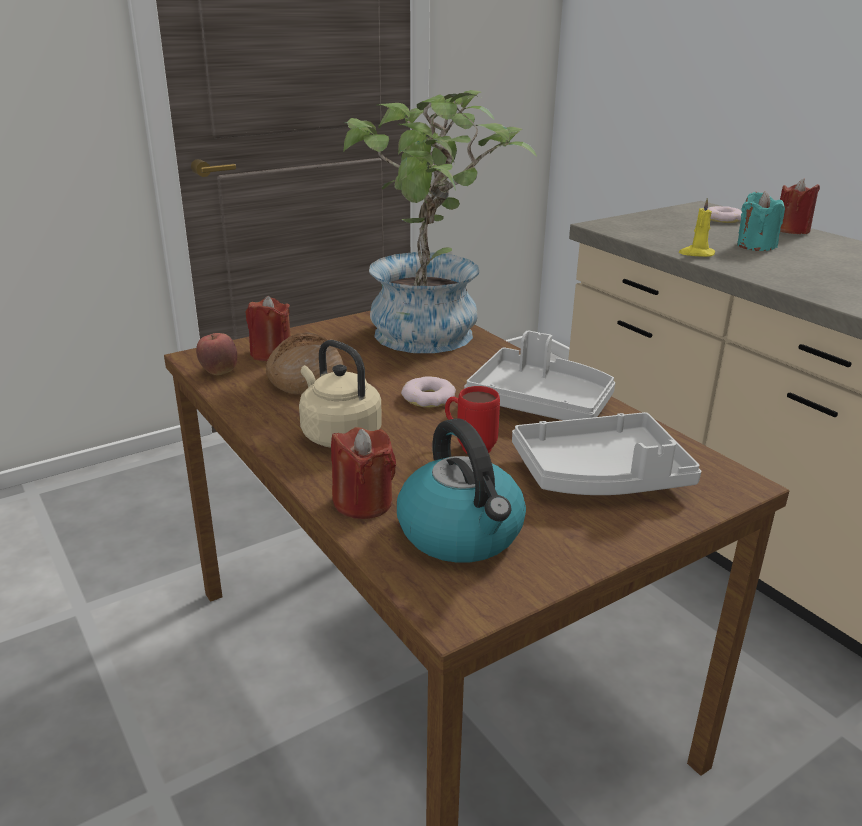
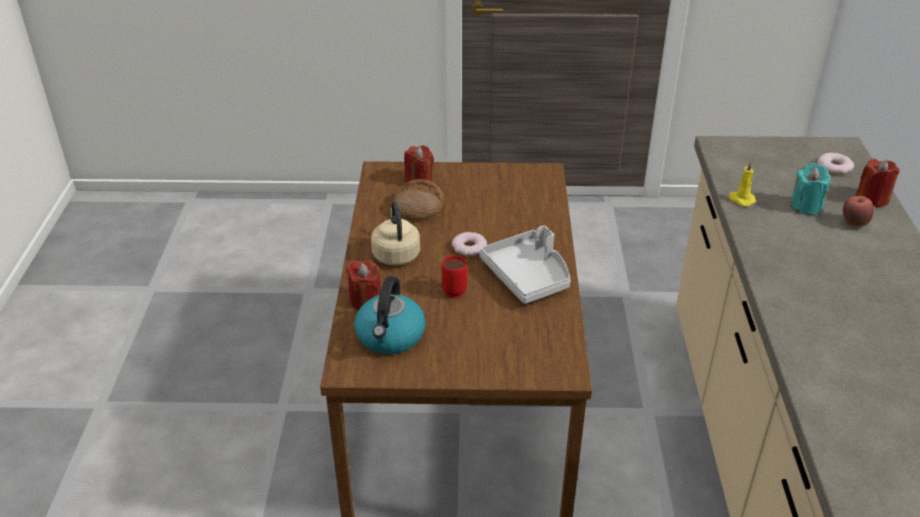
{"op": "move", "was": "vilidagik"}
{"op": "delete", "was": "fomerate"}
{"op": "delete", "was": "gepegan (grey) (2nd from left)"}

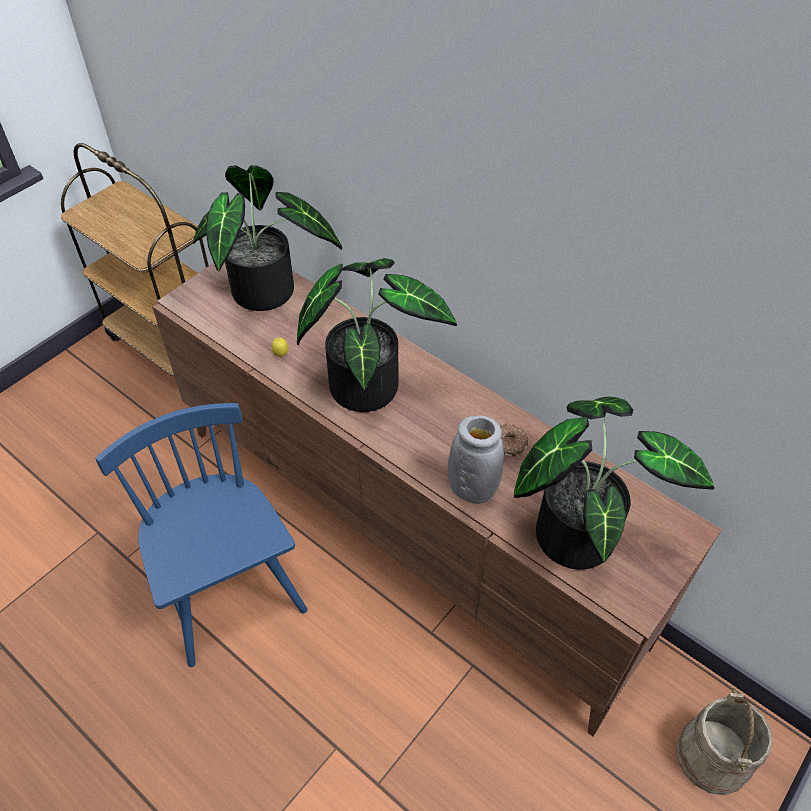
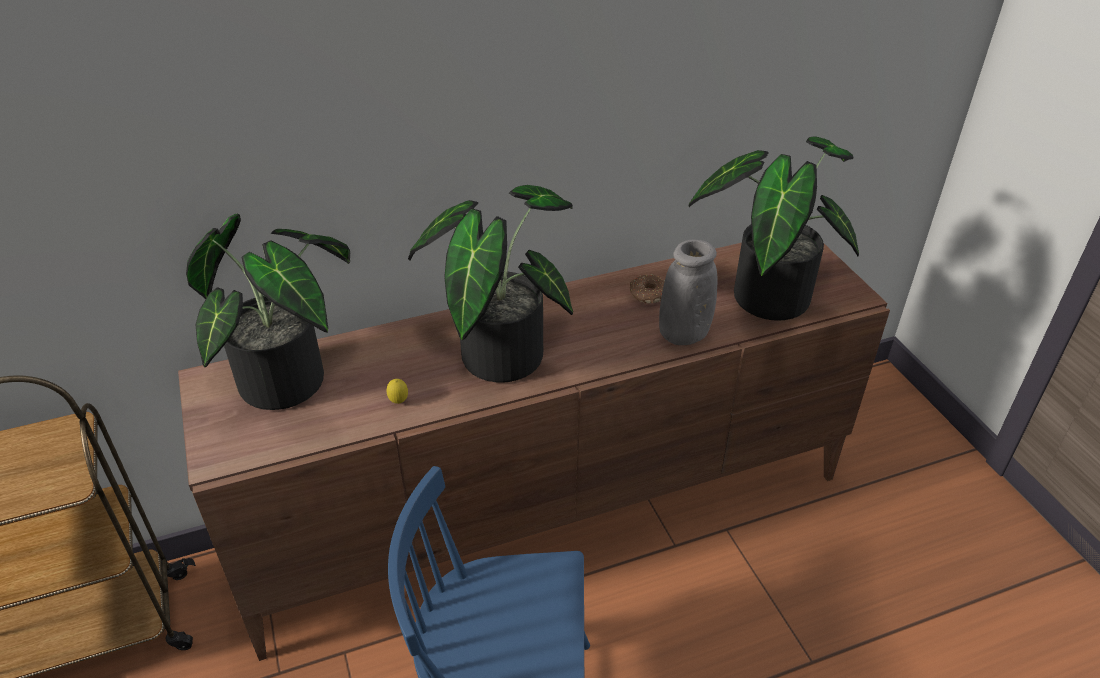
{"op": "delete", "was": "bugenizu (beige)"}

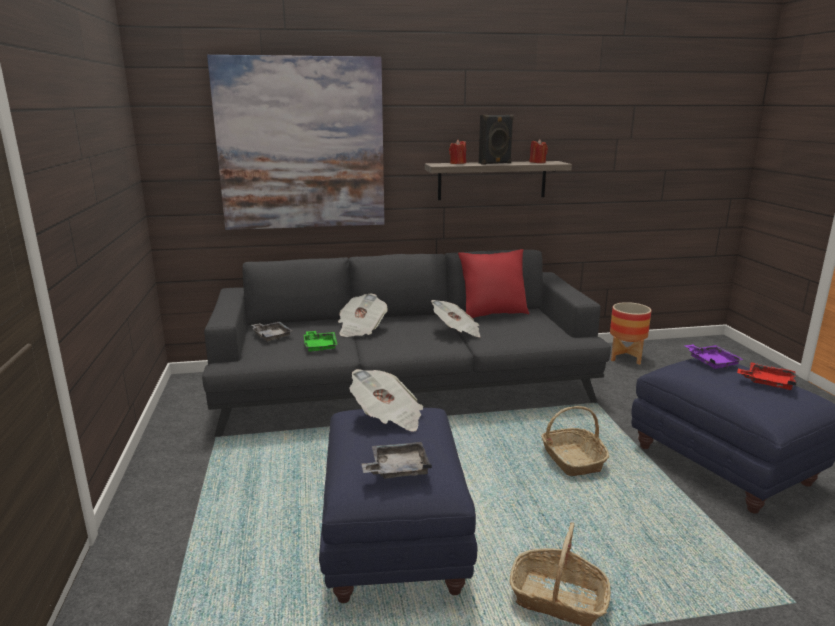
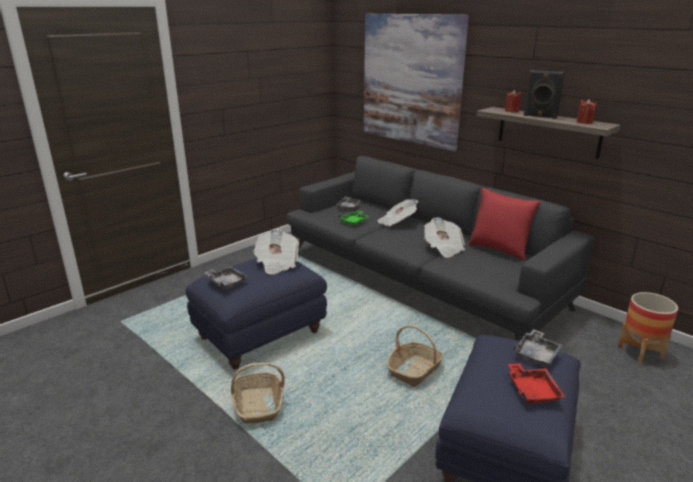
{"op": "recolor", "was": "gepegan (purple)", "now": "gepegan (grey) (3rd from left)"}

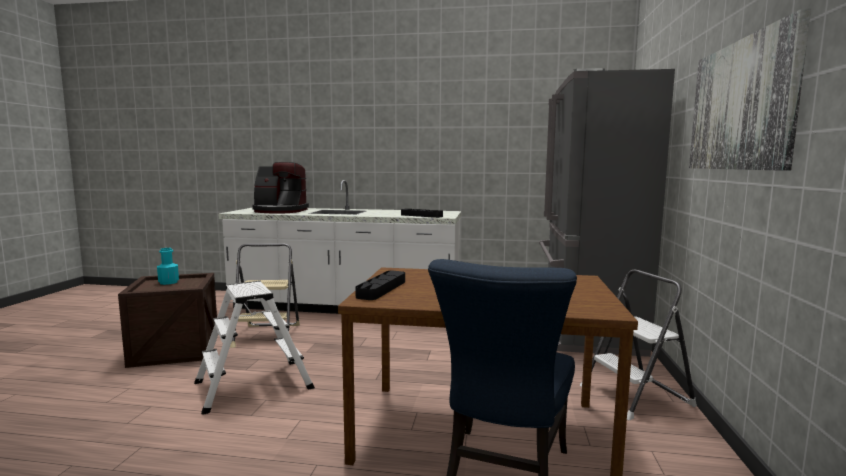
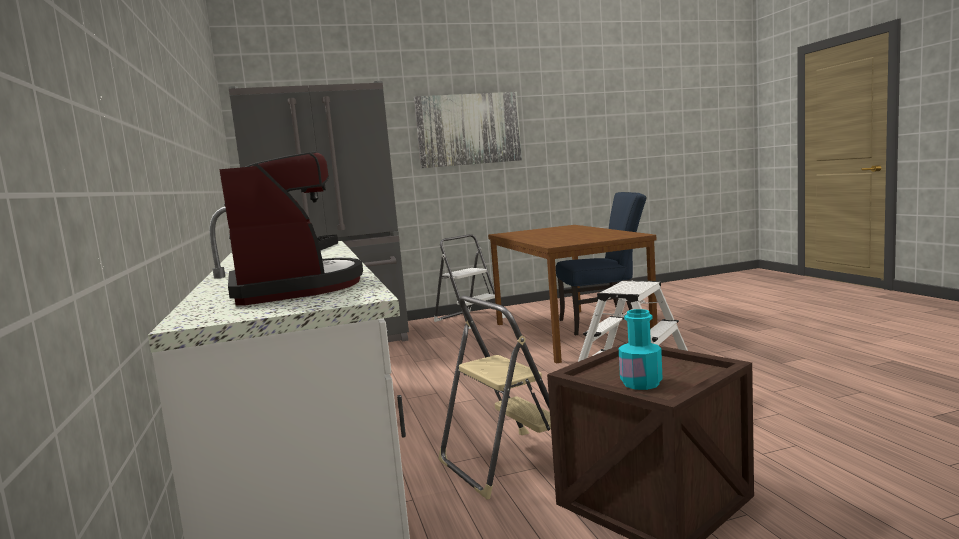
{"op": "delete", "was": "gepegan (black) (1st from left)"}

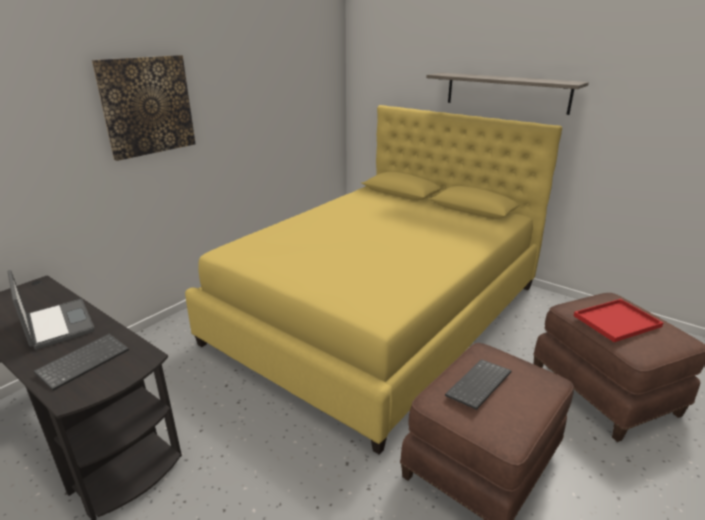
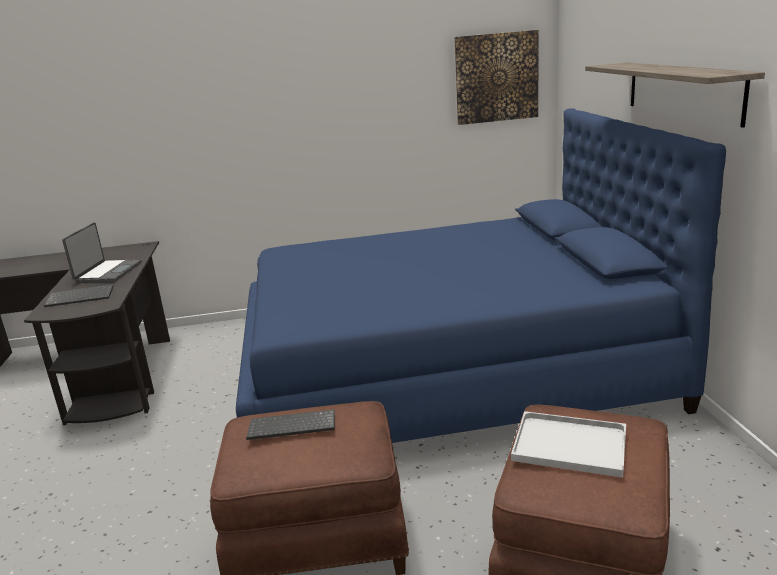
{"op": "recolor", "was": "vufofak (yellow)", "now": "vufofak (blue)"}
{"op": "move", "was": "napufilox"}
{"op": "recolor", "was": "gepegan (red)", "now": "gepegan (white)"}

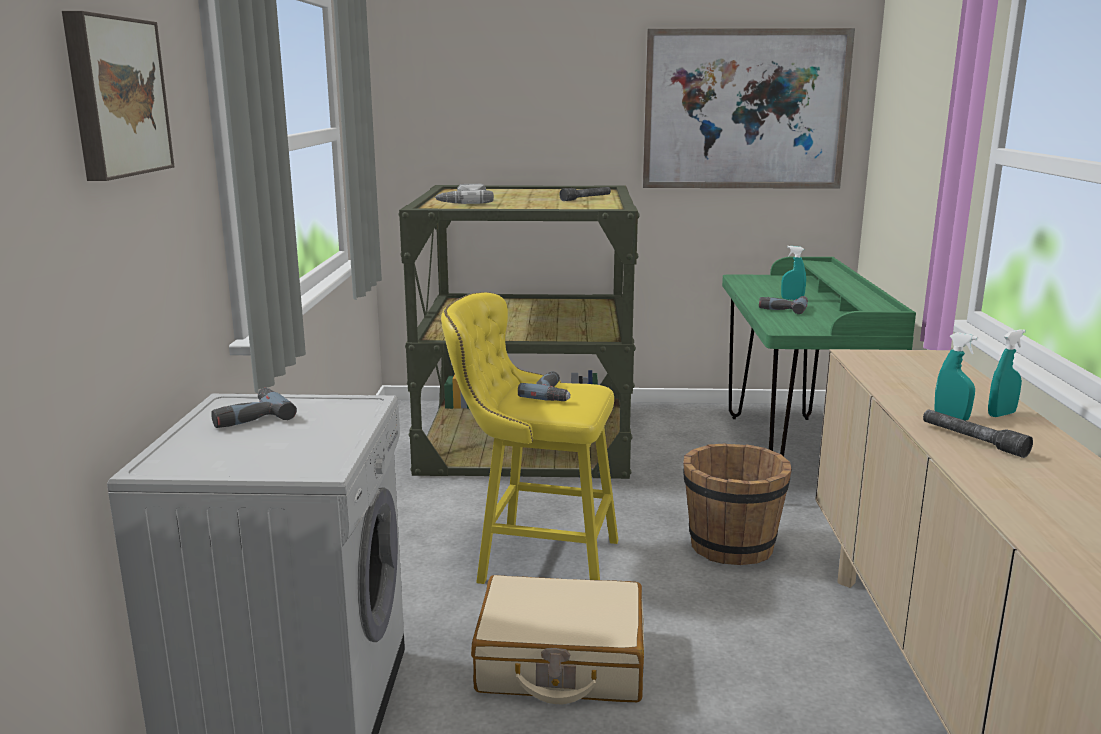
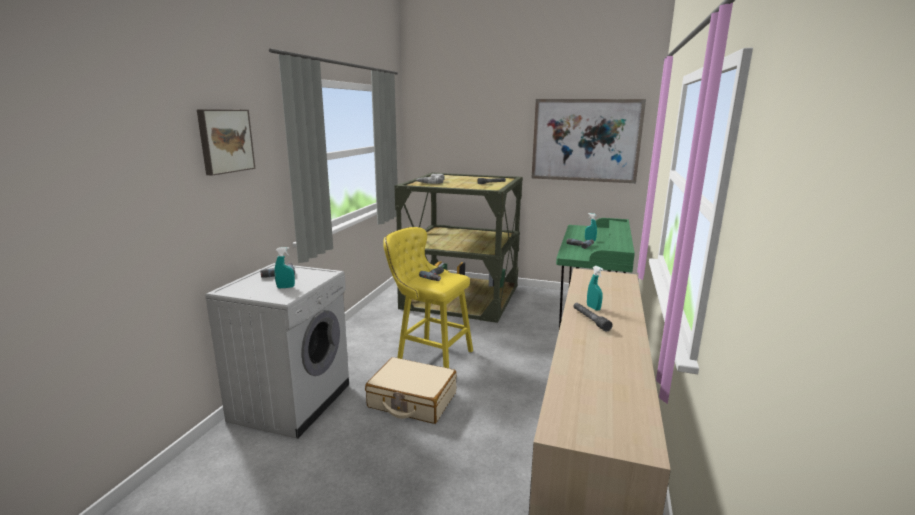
{"op": "move", "was": "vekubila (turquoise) (3rd from left in the first image)", "now": "vekubila (turquoise) (1st from left)"}
{"op": "delete", "was": "bugenizu (brown)"}

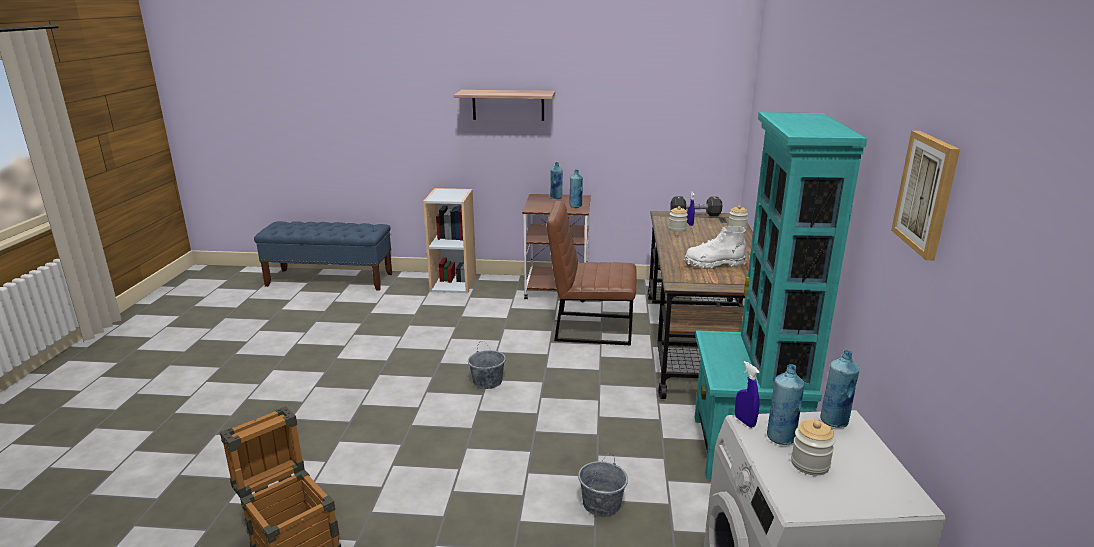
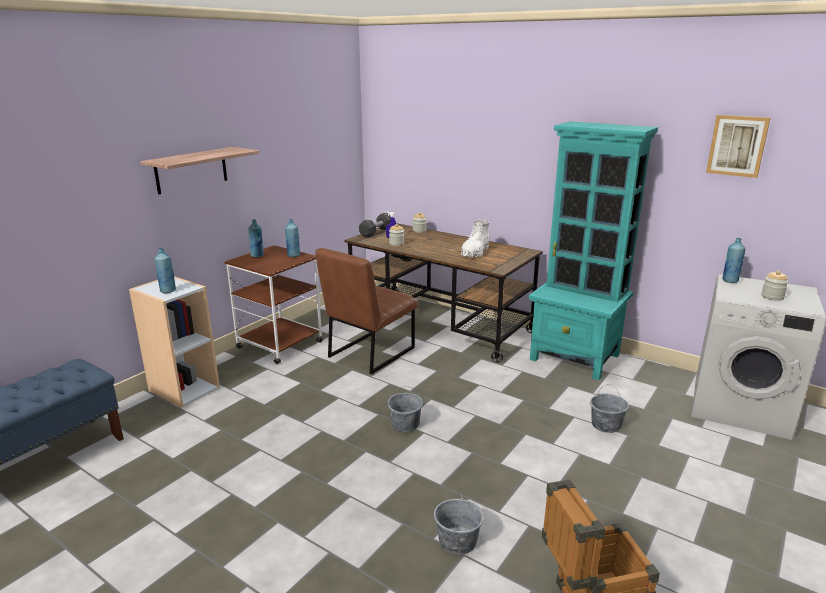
{"op": "move", "was": "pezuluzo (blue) (3rd from left in the first image)", "now": "pezuluzo (blue) (1st from left)"}
{"op": "insert", "now": "bugenizu (grey) (2nd from left)"}
{"op": "delete", "was": "vekubila (blue) (2nd from left)"}

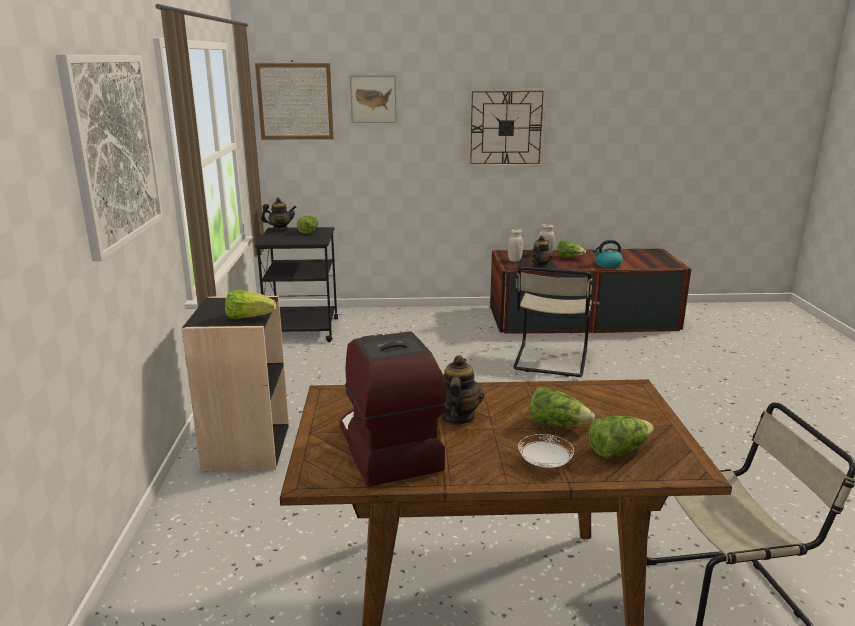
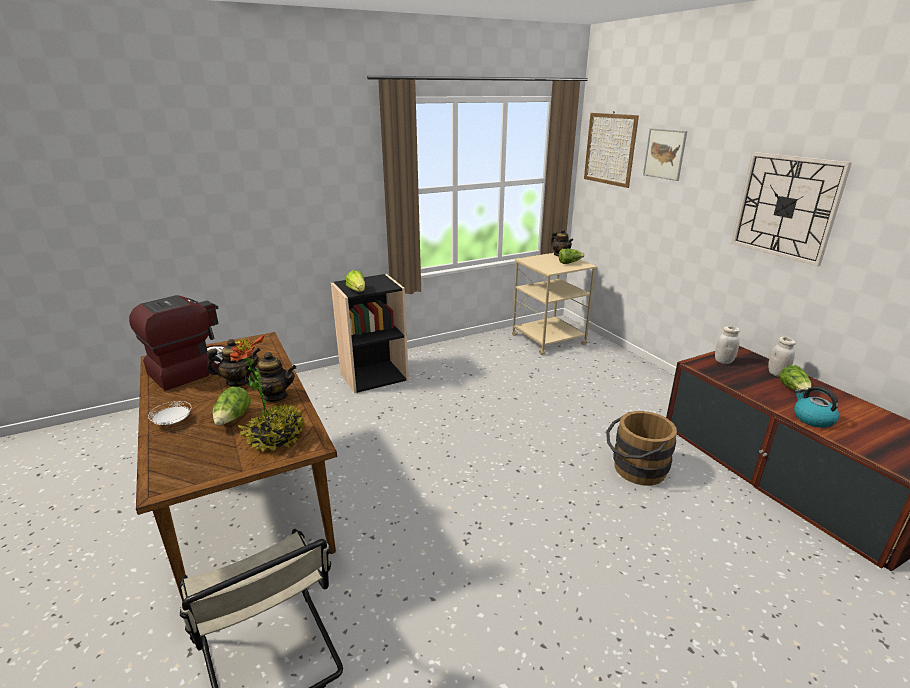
{"op": "insert", "now": "fomerate"}
{"op": "move", "was": "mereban (3rd from left in the first image)", "now": "mereban (2nd from left)"}
{"op": "recolor", "was": "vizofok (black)", "now": "vizofok (beige)"}
{"op": "replace", "was": "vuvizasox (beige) (1st from left)", "now": "bugenizu (brown)"}
{"op": "delete", "was": "napufilox (1st from left)"}
{"op": "delete", "was": "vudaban (5th from left)"}

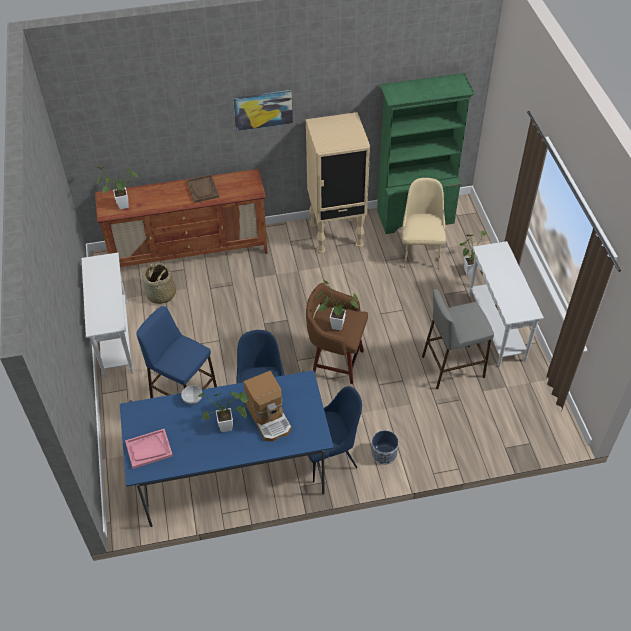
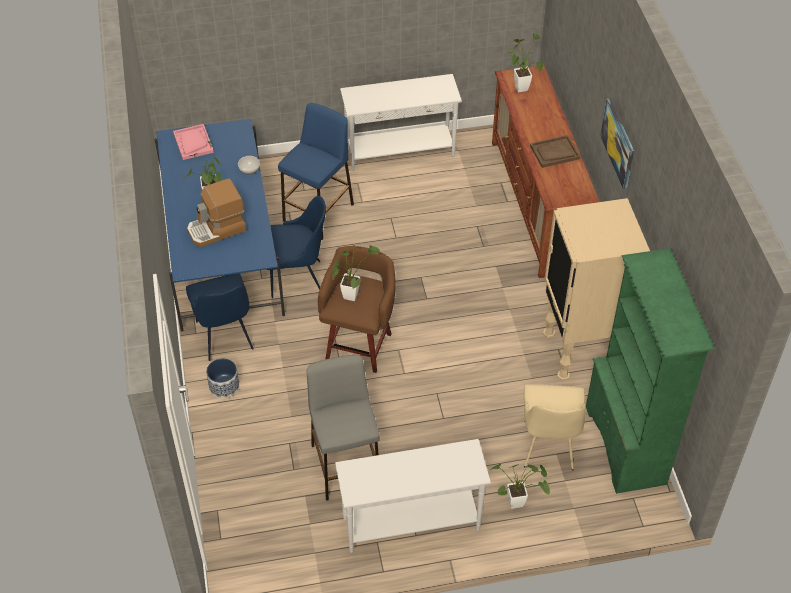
{"op": "rotate", "was": "vuvizasox (beige)", "clockwise": 90}
{"op": "delete", "was": "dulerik"}

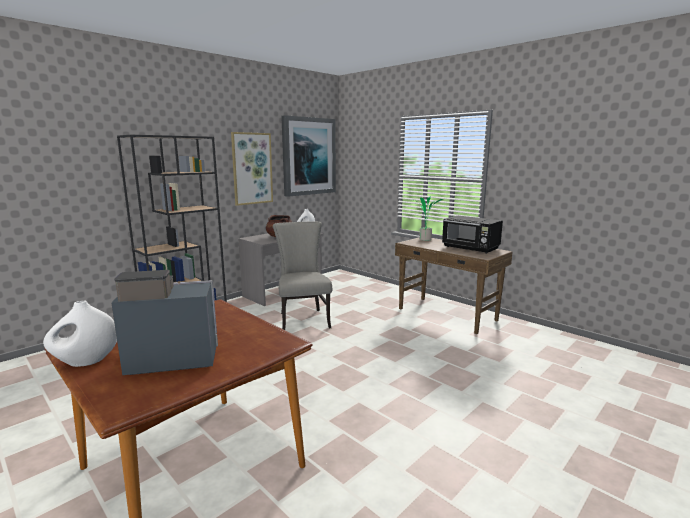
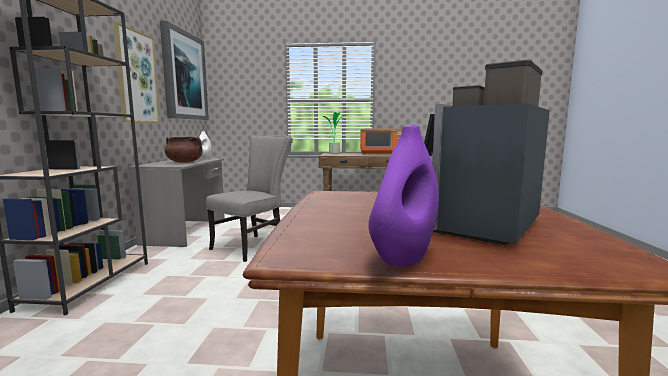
{"op": "rotate", "was": "vuvizasox (grey)", "clockwise": 90}
{"op": "recolor", "was": "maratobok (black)", "now": "maratobok (orange)"}
{"op": "recolor", "was": "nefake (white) (1st from left)", "now": "nefake (purple)"}

